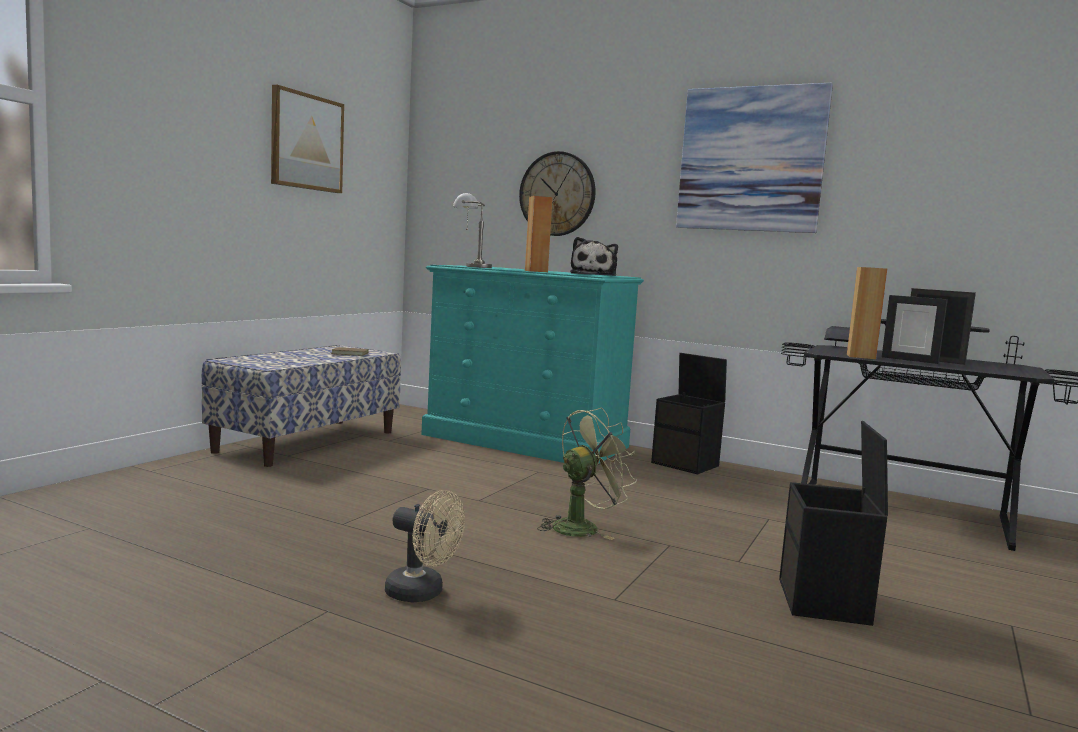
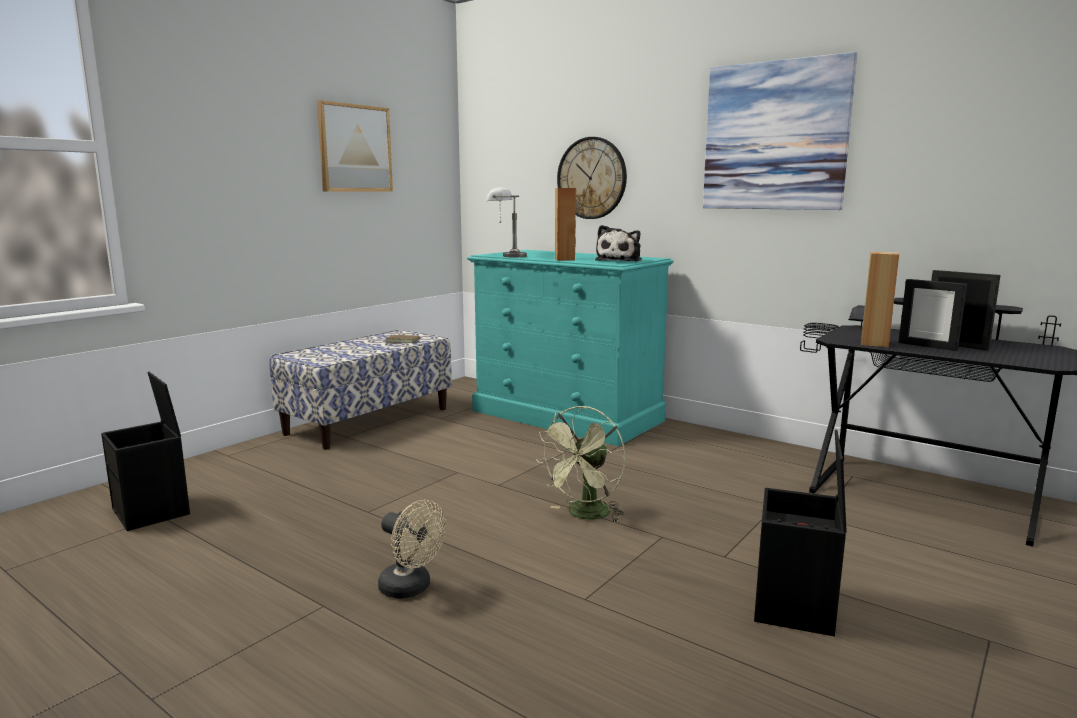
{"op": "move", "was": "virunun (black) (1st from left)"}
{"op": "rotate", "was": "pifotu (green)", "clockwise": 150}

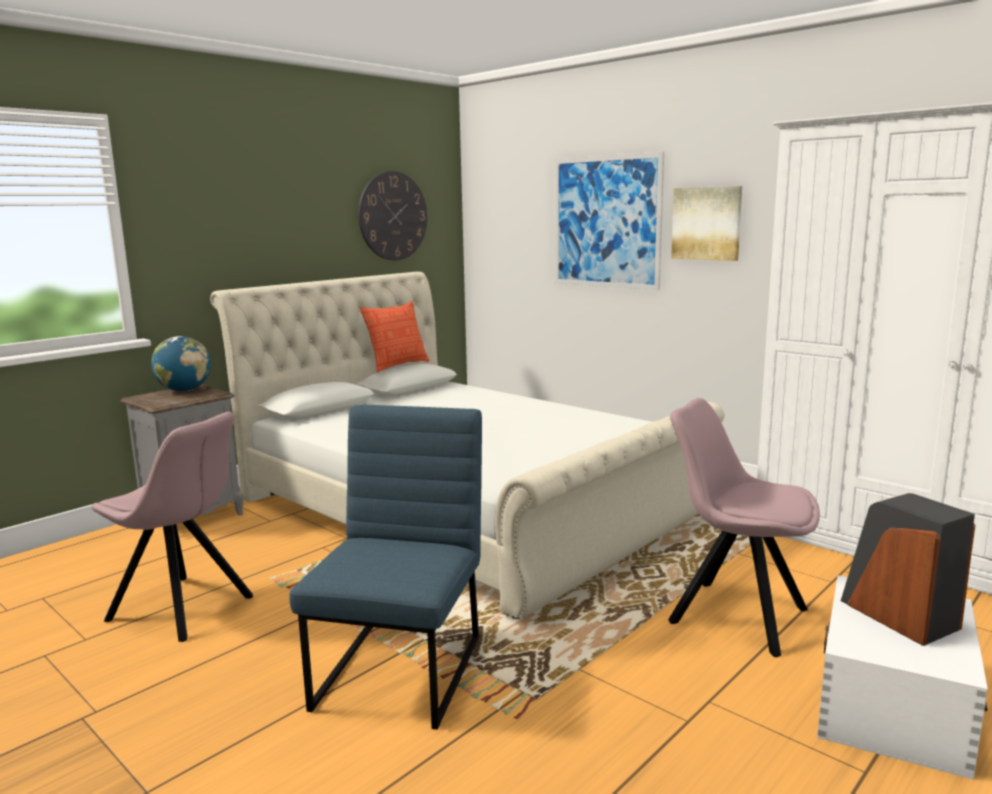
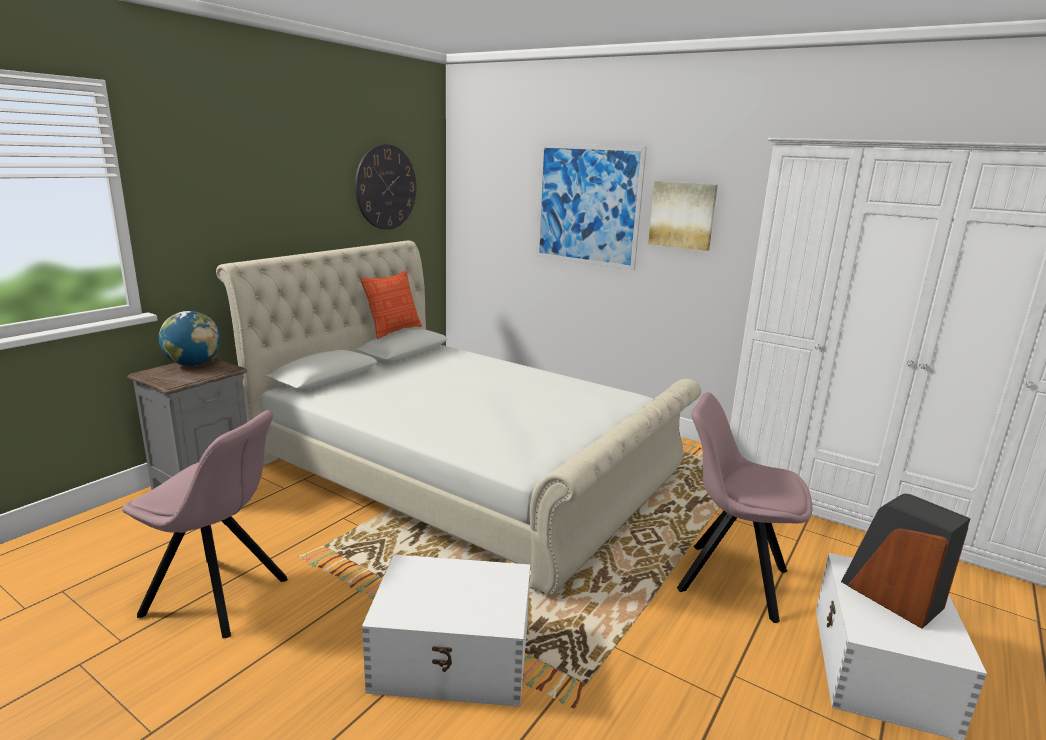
{"op": "replace", "was": "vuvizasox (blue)", "now": "virunun (white) (1st from left)"}

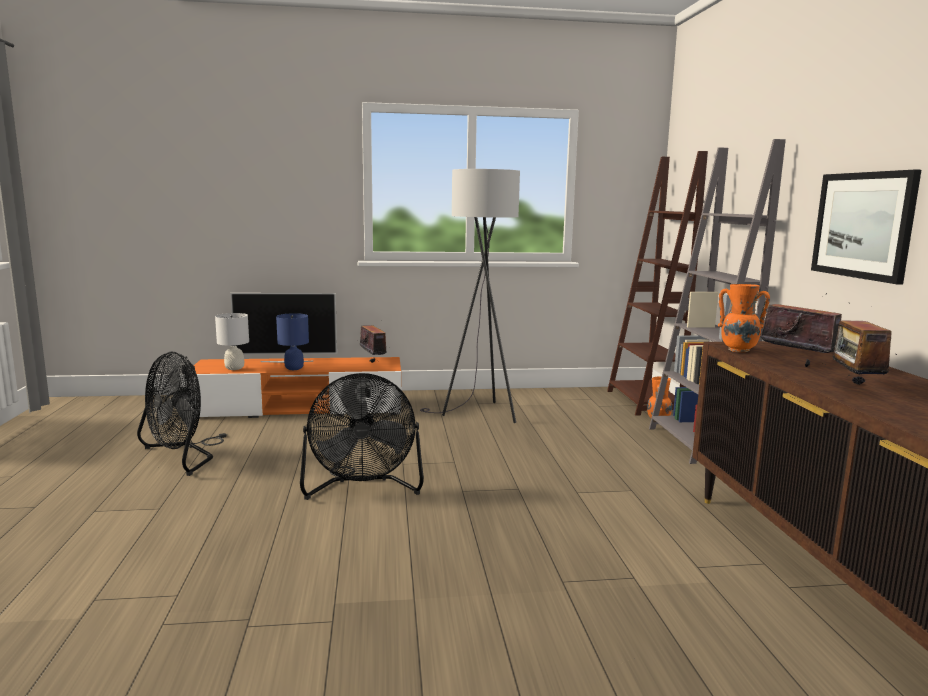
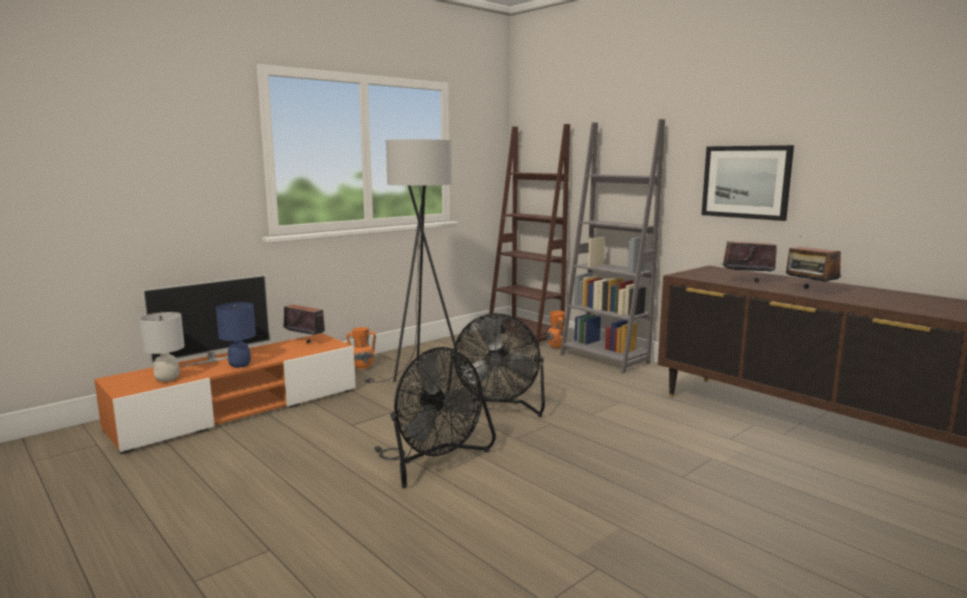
{"op": "move", "was": "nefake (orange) (2nd from left in the first image)", "now": "nefake (orange) (1st from left)"}
{"op": "move", "was": "pifotu (black) (1st from left in the first image)", "now": "pifotu (black) (2nd from left)"}

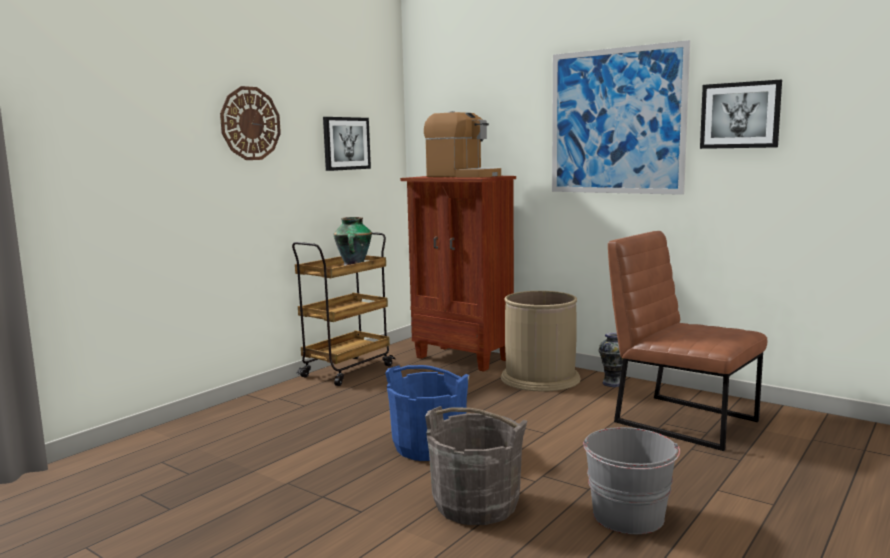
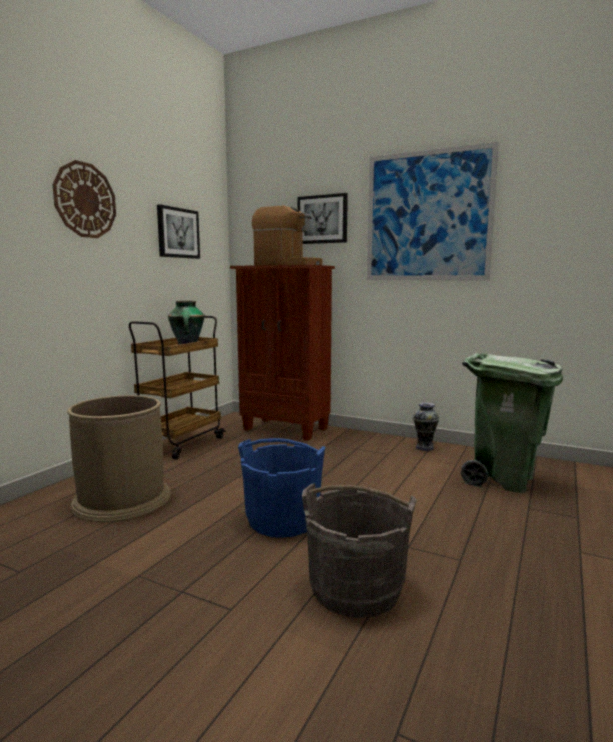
{"op": "move", "was": "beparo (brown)"}
{"op": "move", "was": "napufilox (3rd from left in the first image)", "now": "napufilox (2nd from left)"}
{"op": "replace", "was": "vuvizasox (brown)", "now": "beparo (green)"}
{"op": "delete", "was": "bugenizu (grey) (2nd from left)"}

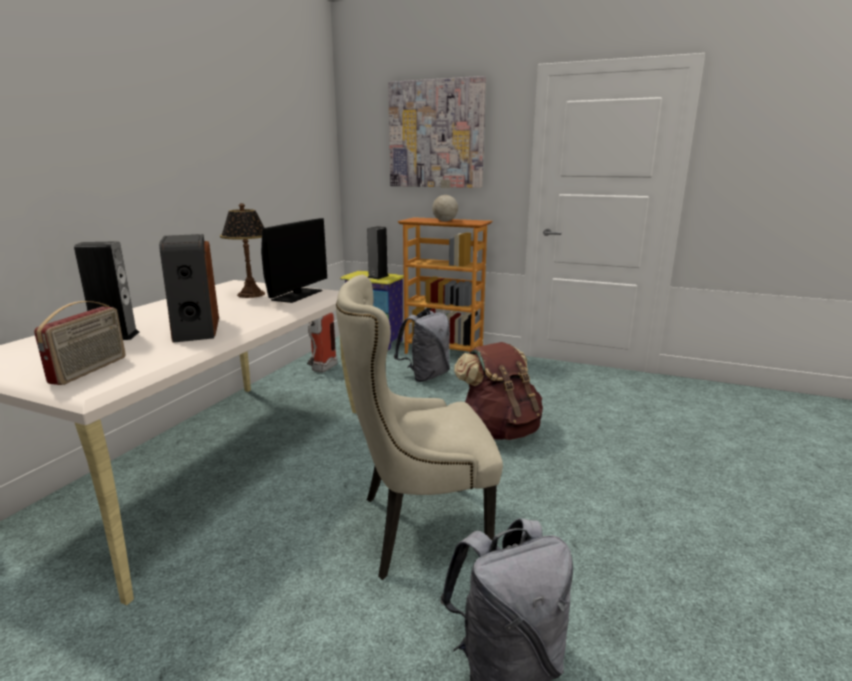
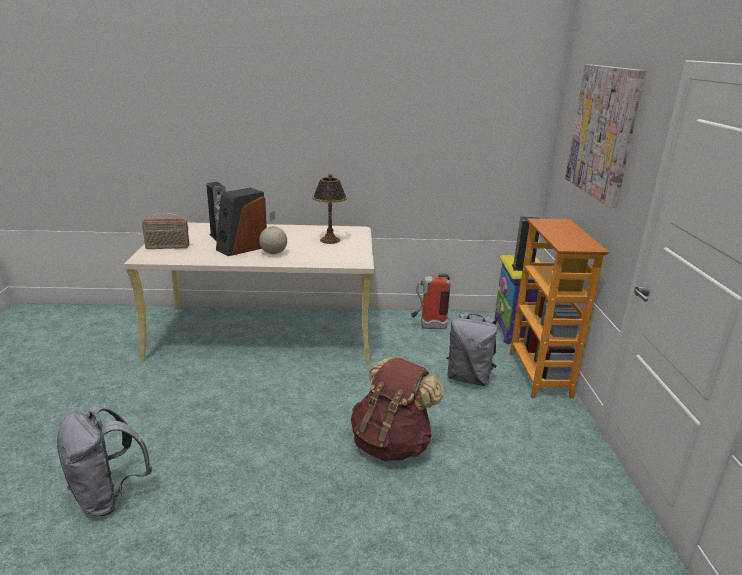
{"op": "move", "was": "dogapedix"}
{"op": "delete", "was": "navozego"}
{"op": "delete", "was": "vuvizasox (beige)"}

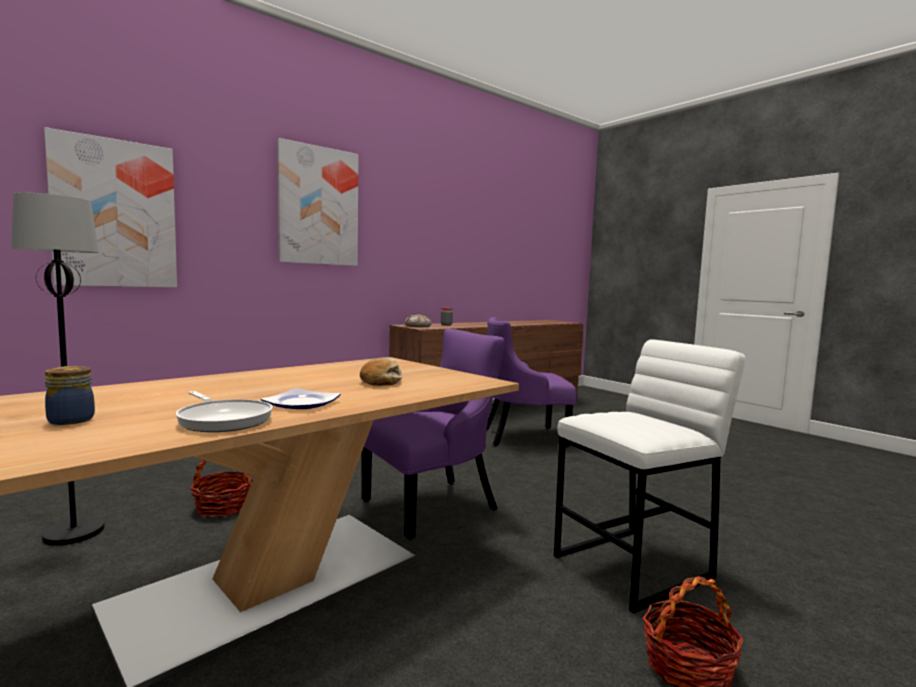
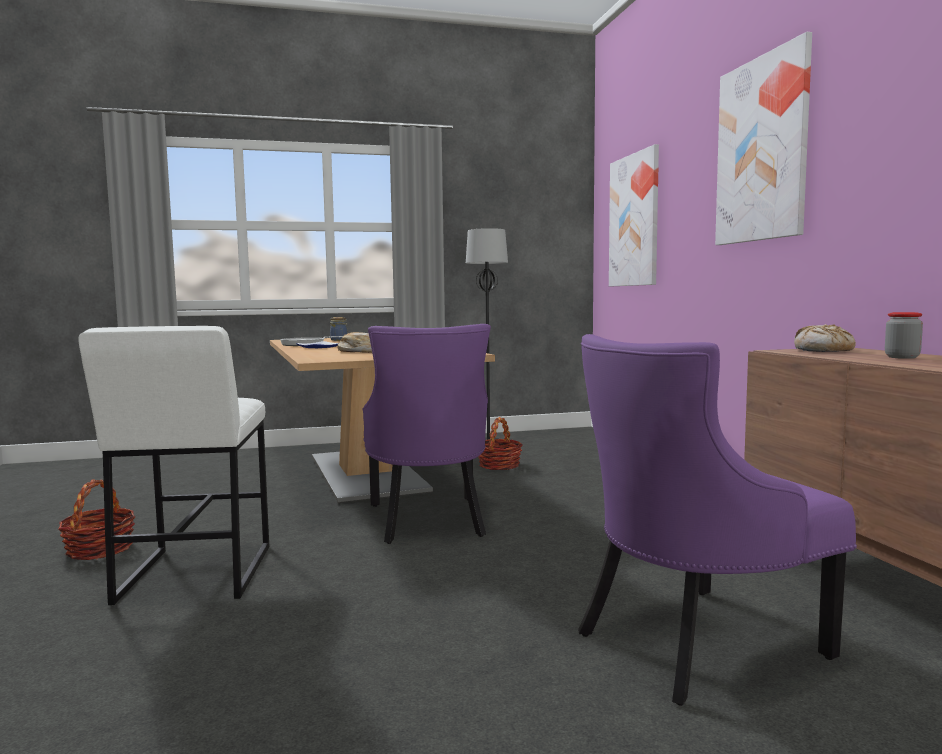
{"op": "rotate", "was": "vuvizasox (purple) (2nd from left)", "clockwise": -135}

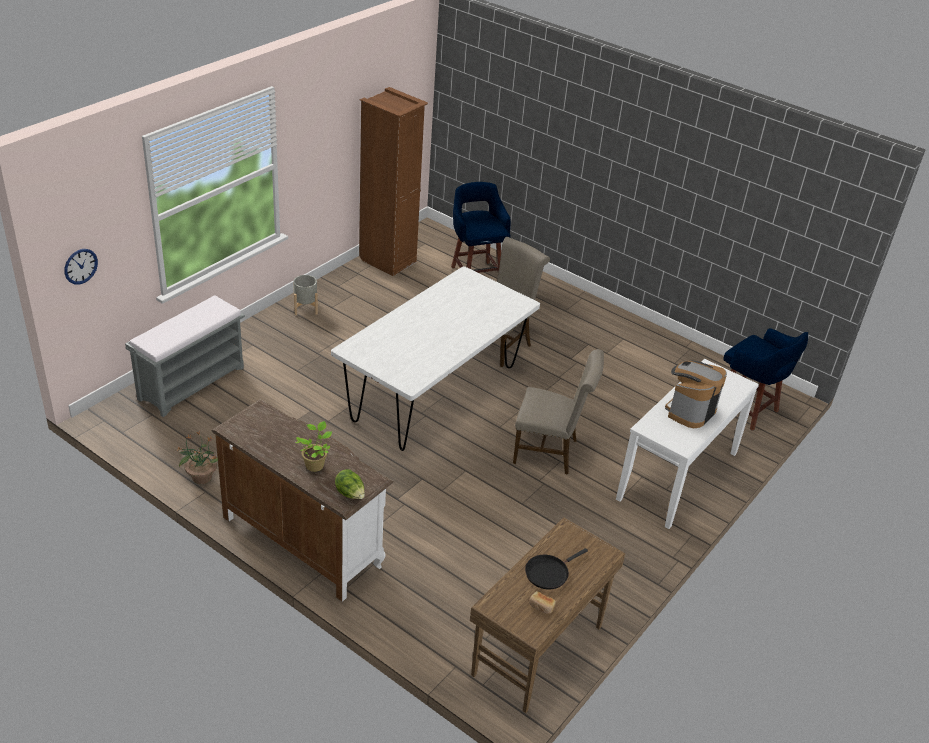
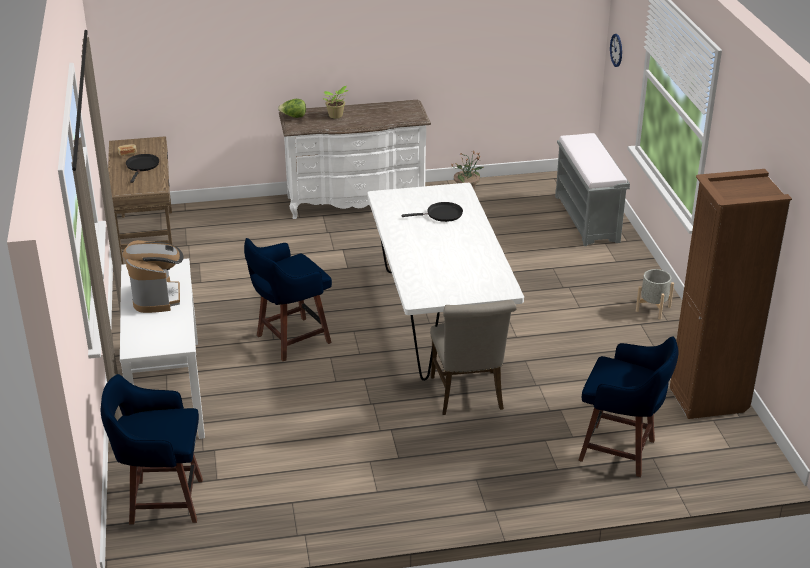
{"op": "replace", "was": "vuvizasox (beige) (2nd from left)", "now": "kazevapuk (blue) (2nd from left)"}
{"op": "insert", "now": "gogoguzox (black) (2nd from left)"}

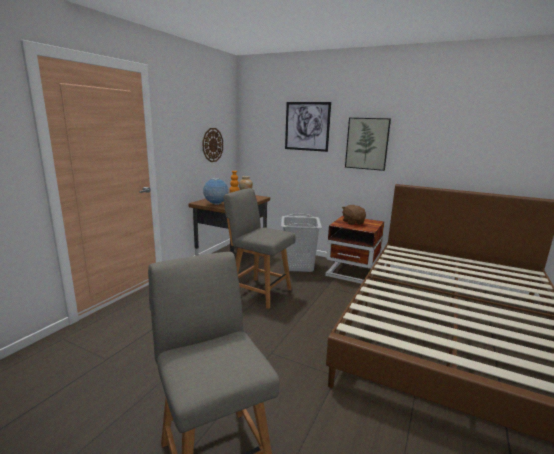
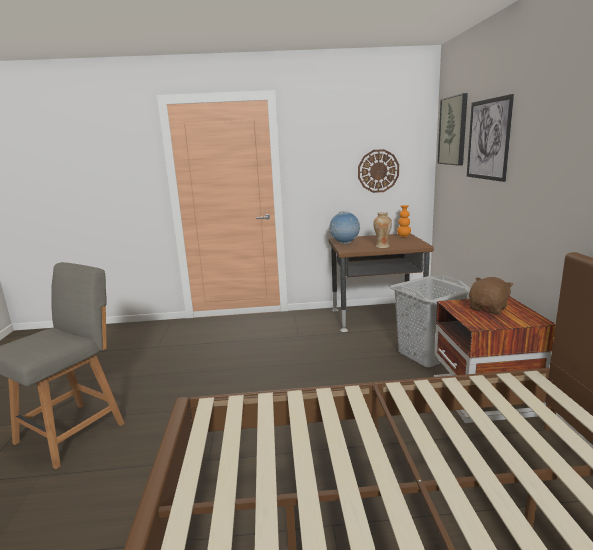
{"op": "move", "was": "napufilox (2nd from left in the first image)", "now": "napufilox (1st from left)"}
{"op": "delete", "was": "vuvizasox (grey) (2nd from left)"}

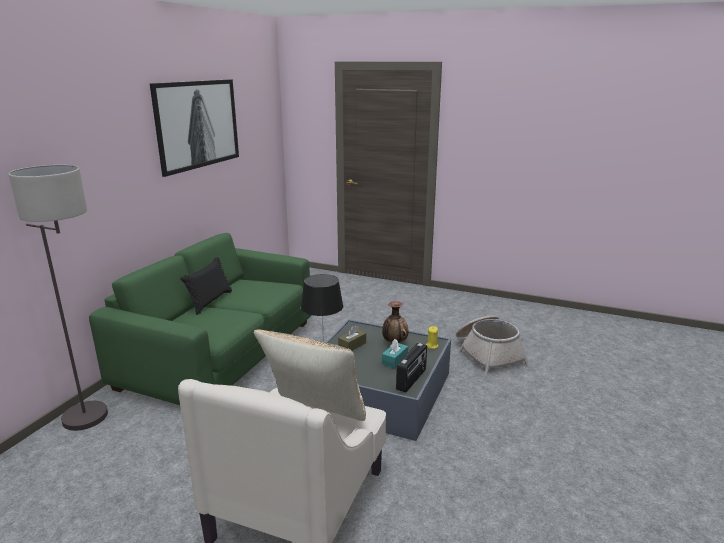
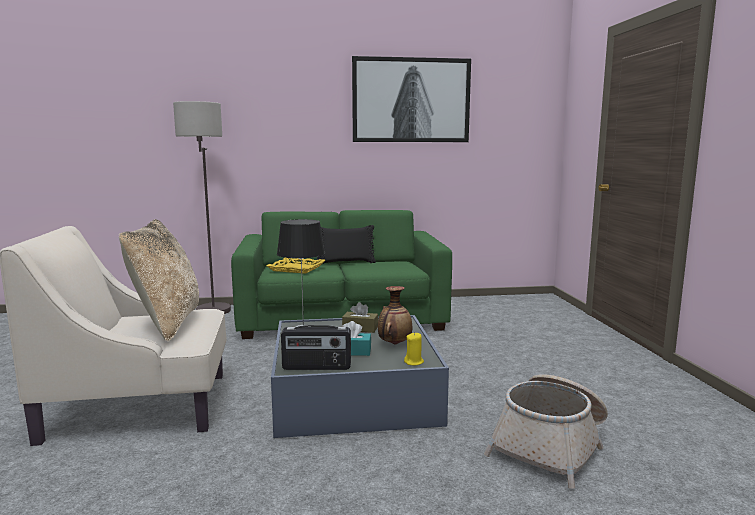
{"op": "insert", "now": "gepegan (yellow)"}

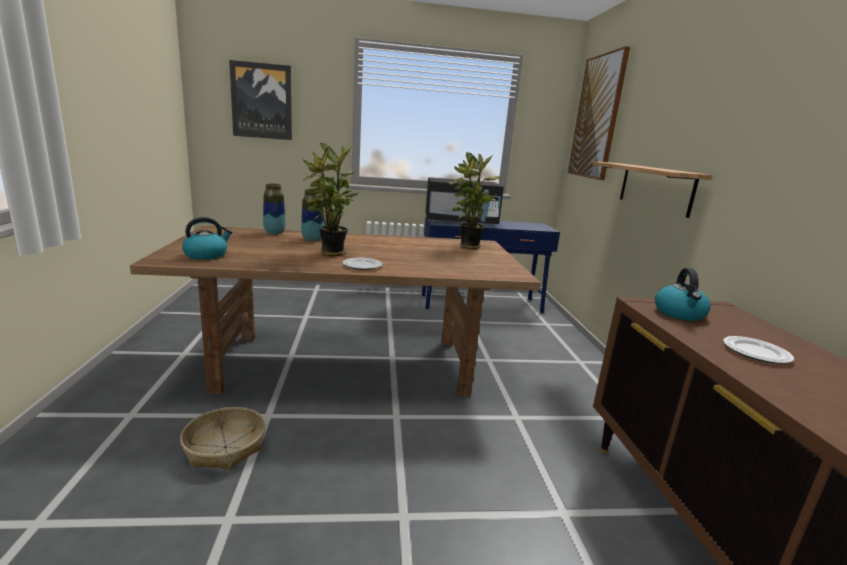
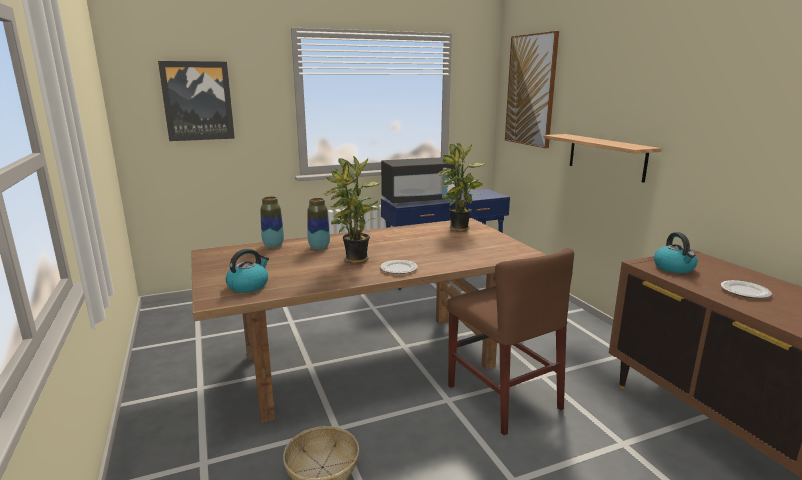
{"op": "insert", "now": "vuvizasox (brown)"}

